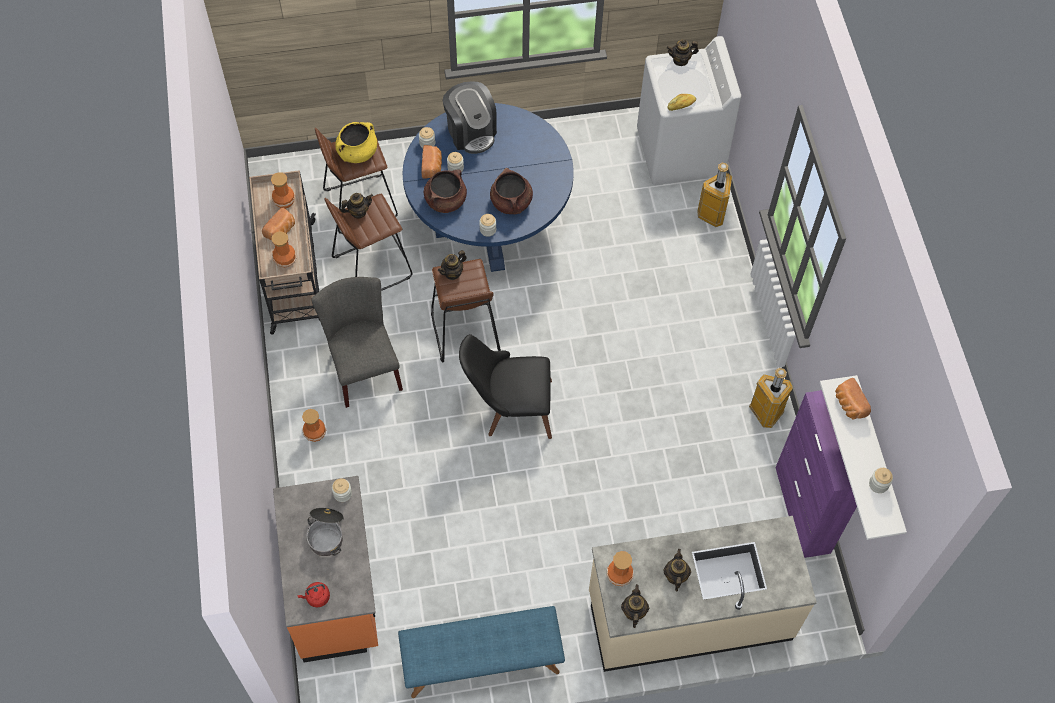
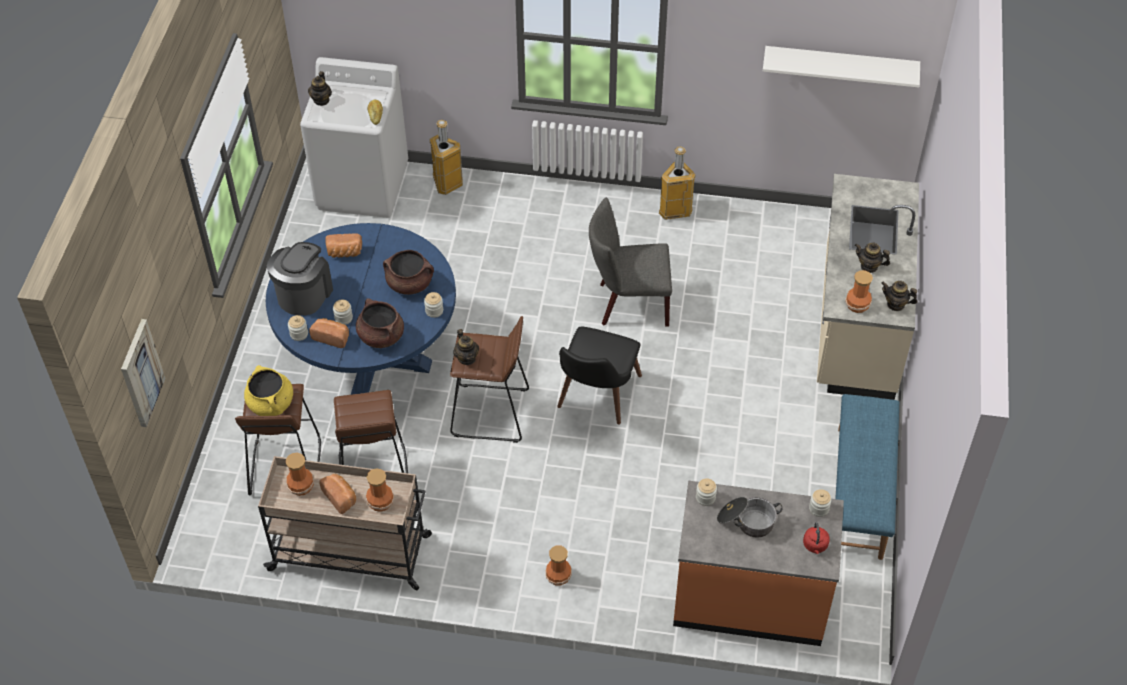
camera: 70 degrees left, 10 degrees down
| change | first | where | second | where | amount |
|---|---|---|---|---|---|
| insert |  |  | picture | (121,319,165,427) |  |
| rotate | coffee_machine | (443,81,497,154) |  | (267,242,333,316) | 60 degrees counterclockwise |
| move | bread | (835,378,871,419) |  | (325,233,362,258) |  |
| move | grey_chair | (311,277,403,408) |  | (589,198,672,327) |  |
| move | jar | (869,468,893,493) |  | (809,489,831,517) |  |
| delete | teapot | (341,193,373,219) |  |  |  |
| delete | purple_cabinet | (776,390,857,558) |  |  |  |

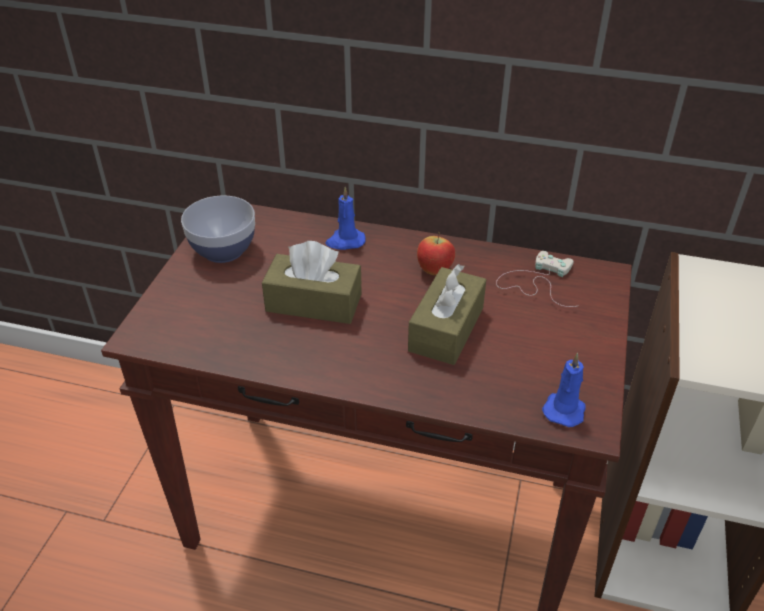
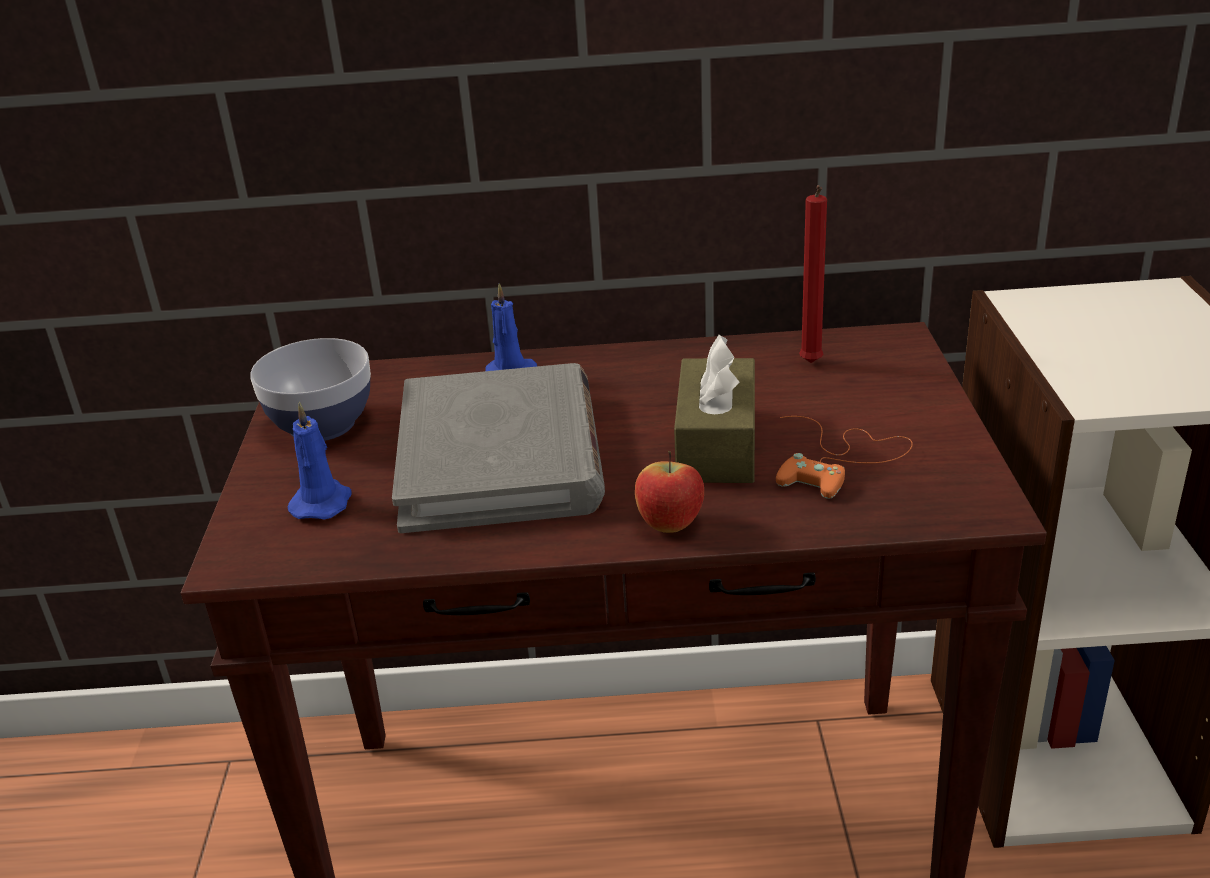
camera: 15 degrees left, 10 degrees down
| change | first | where | second | where | amount |
|---|---|---|---|---|---|
| move | blue_candle | (542,353,586,427) |  | (287,402,352,520) |  |
| replace | brown_tissue_box | (262,241,362,324) | grey_book | (392,363,605,533) |  |
| move | apple | (417,232,455,275) |  | (635,451,704,533) |  |
| insert |  |  | orange_game_controller | (776,416,913,499) |  |
| replace | white_game_controller | (496,251,577,307) | red_candle | (799,185,827,363) |  |

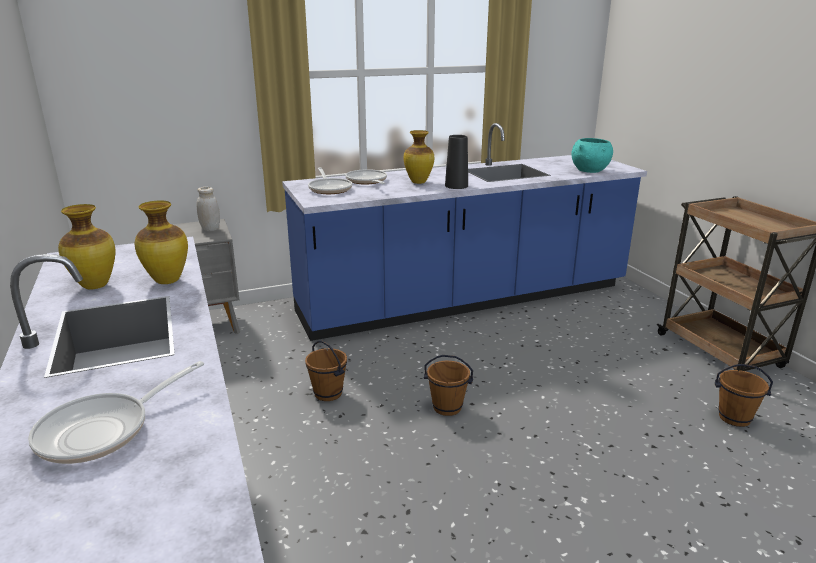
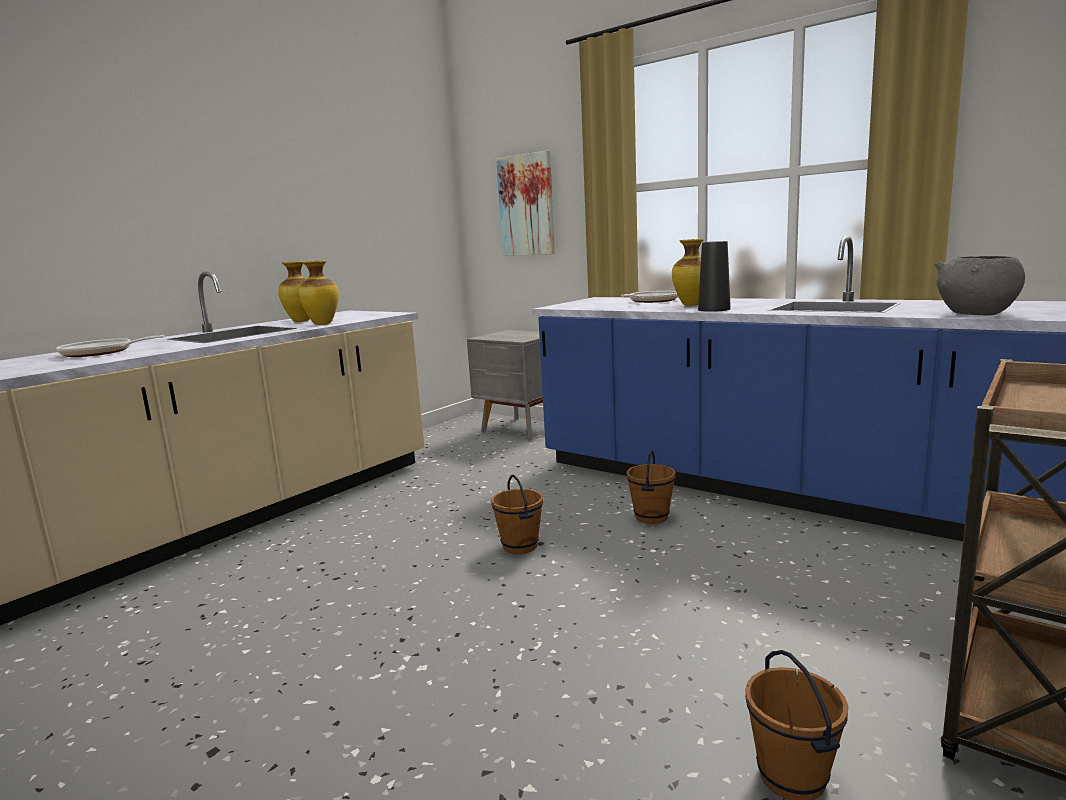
camera: 60 degrees right, 10 degrees down
| change | first | where | second | where | amount |
|---|---|---|---|---|---|
| insert |  |  | picture | (496,151,555,256) |  |
| move | brown_bucket | (305,341,347,401) |  | (626,450,676,524) |  |
| recolor | turquoise_bowl | (571,138,613,173) | grey_bowl | (934,256,1025,315) |  |
| delete | white_jar | (197,187,220,231) |  |  |  |
| delete | frying_pan | (308,167,352,194) |  |  |  |

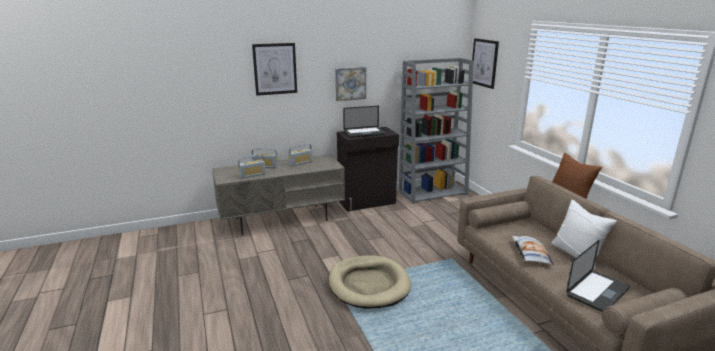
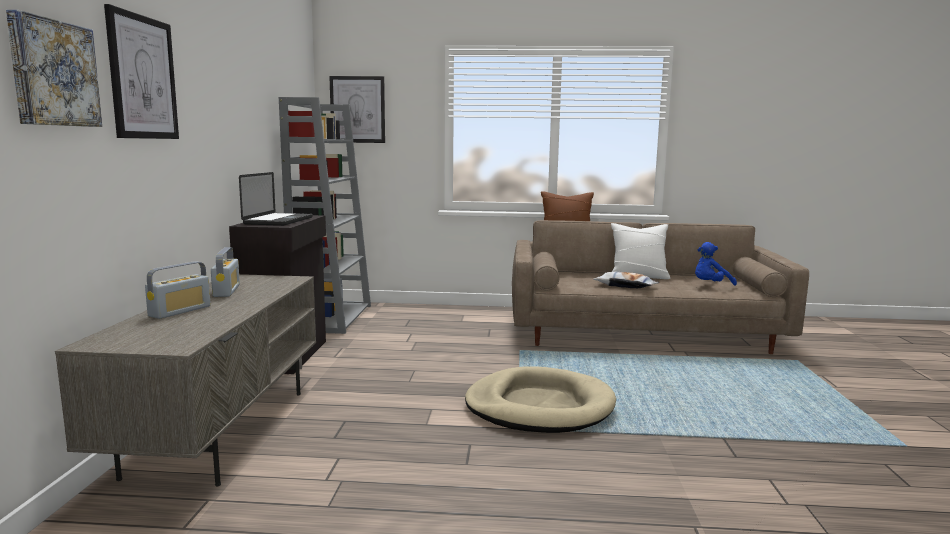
camera: 65 degrees left, 10 degrees down
| change | first | where | second | where | amount |
|---|---|---|---|---|---|
| move | picture | (335,67,366,101) |  | (6,10,102,127) |  |
| replace | laptop | (566,240,630,312) | blue_plush_toy | (695,242,737,286) |  |
| delete | radio | (238,154,266,178) |  |  |  |

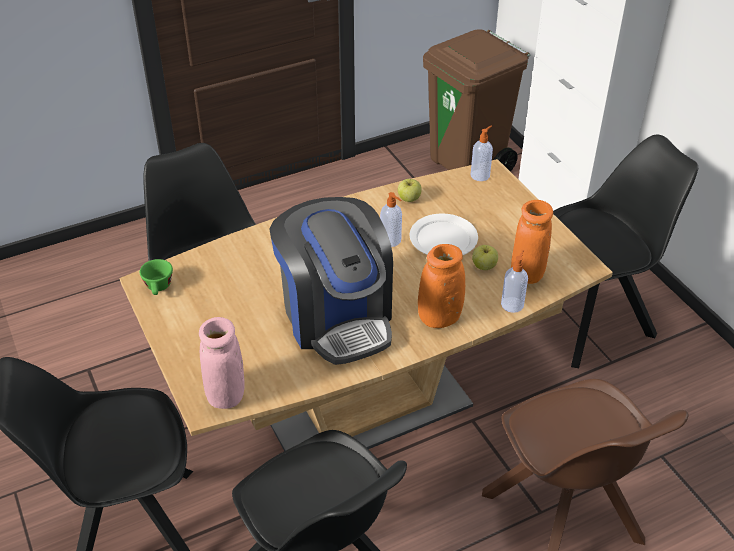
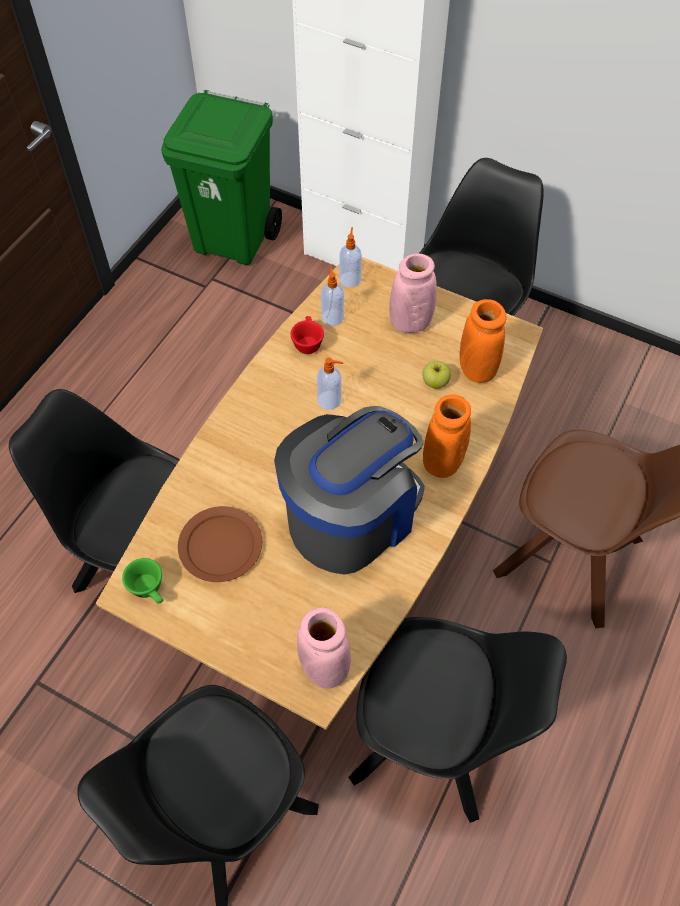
camera: 35 degrees left, 15 degrees up
| change | first | where | second | where | amount |
|---|---|---|---|---|---|
| recolor | brown_trash_can | (423,29,530,171) | green_trash_can | (161,90,282,265) |  |
| insert |  |  | brown_plate | (178,506,262,582) |  |
| rotate | coffee_machine | (270,197,393,365) |  | (274,406,425,575) | 75 degrees counterclockwise |
| replace | apple | (398,179,422,202) | red_cup | (291,316,324,354) |  |
| move | soap_dispenser | (501,250,528,313) |  | (321,265,344,326) |  |
| insert |  |  | pink_vase | (389,253,437,333) |  |
| delete | white_plate | (410,214,478,255) |  |  |  |

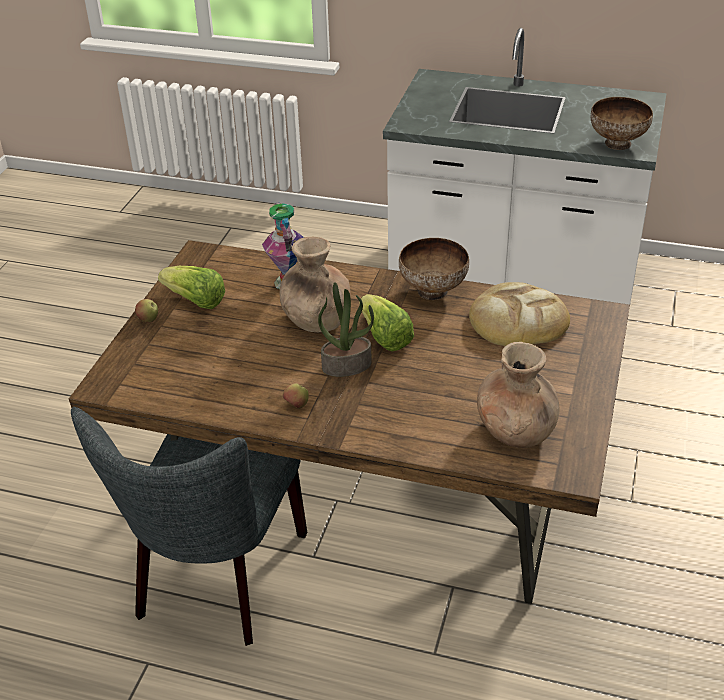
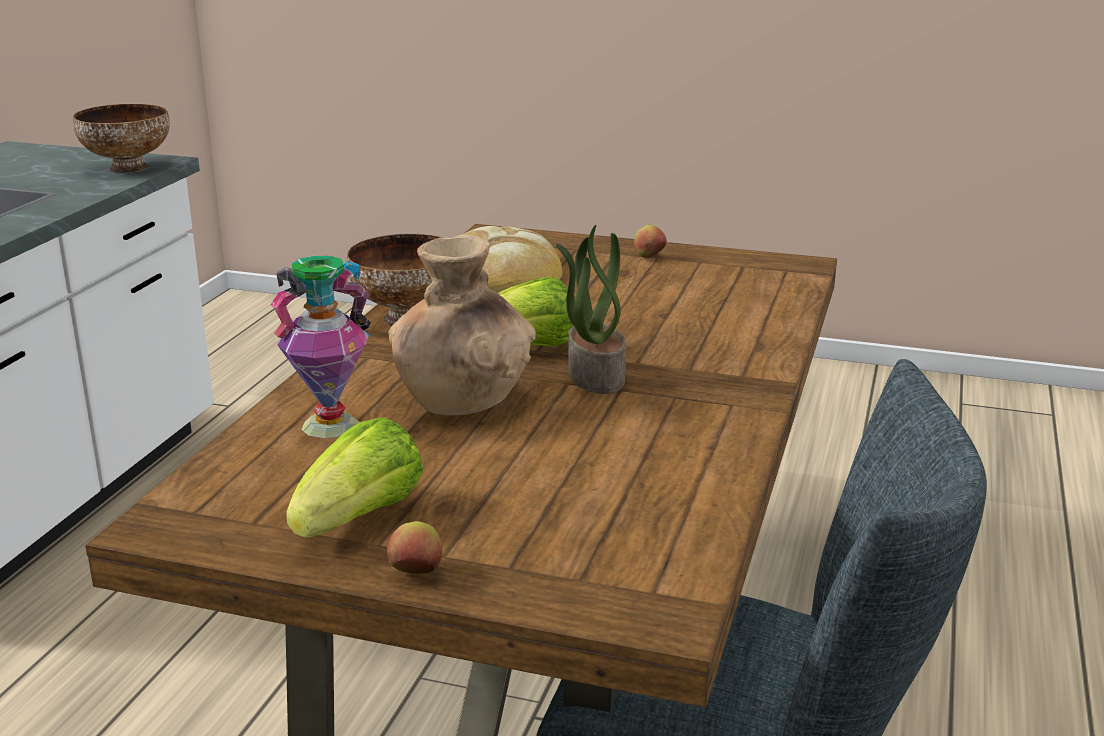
camera: 90 degrees left, 15 degrees down
| change | first | where | second | where | amount |
|---|---|---|---|---|---|
| move | apple | (283,383,309,409) |  | (634,225,667,258) |  |
| delete | brown_vase | (477,342,559,448) |  |  |  |

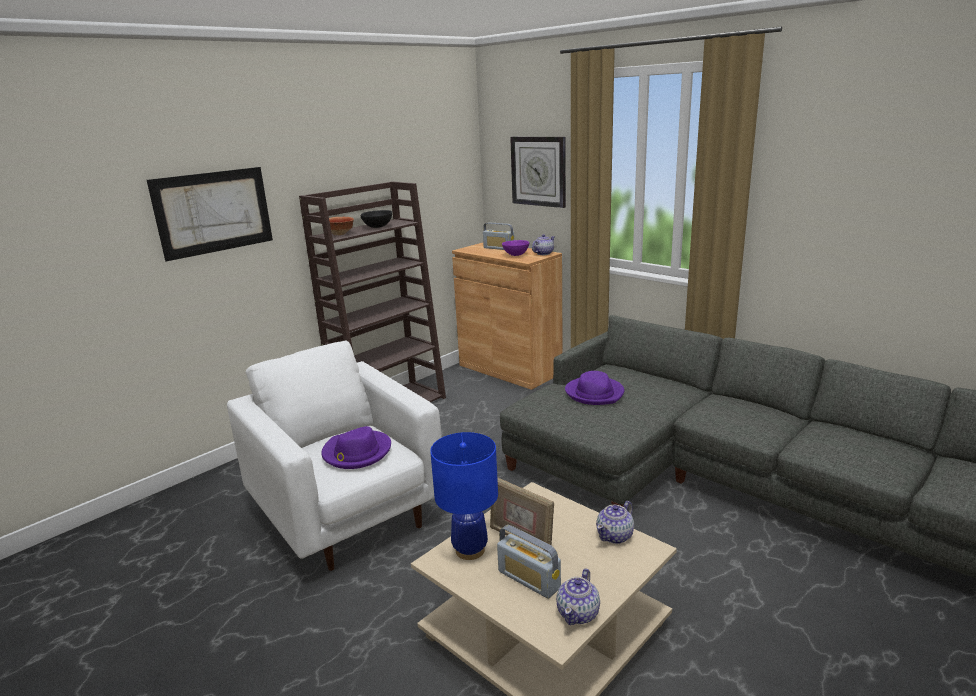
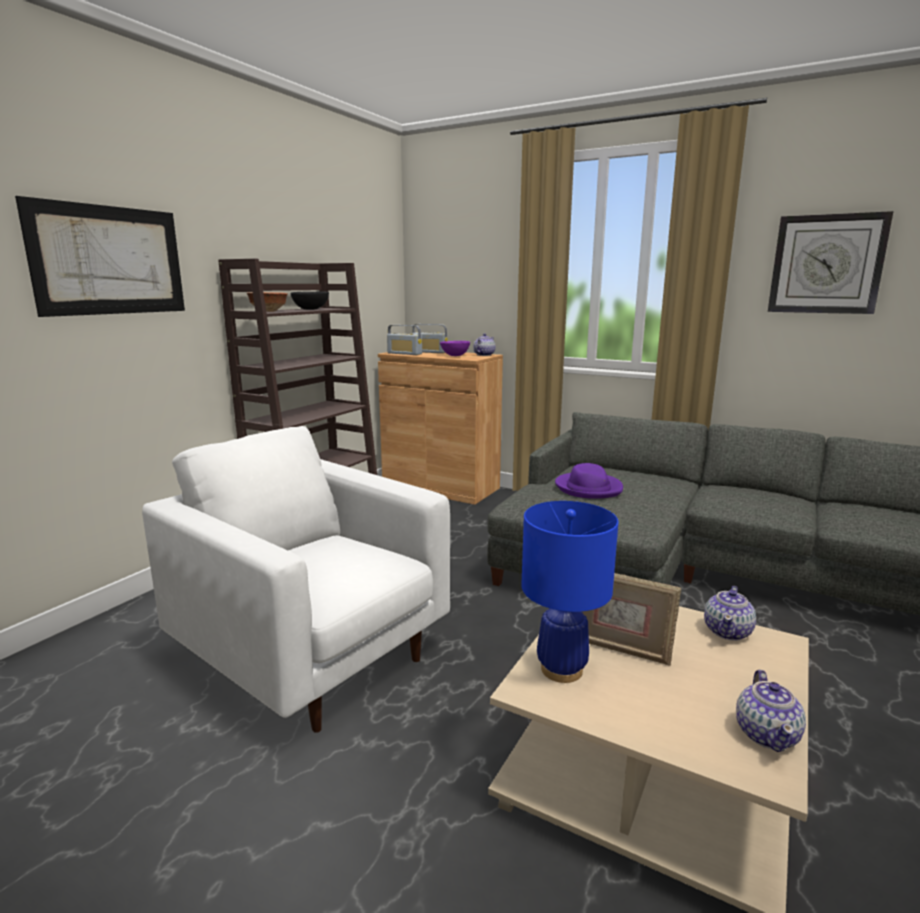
camera: 15 degrees left, 5 degrees down
| change | first | where | second | where | amount |
|---|---|---|---|---|---|
| move | radio | (497,525,561,599) |  | (387,325,422,355) |  |
| move | wall_clock | (510,137,566,208) |  | (768,211,894,314) |  |
| delete | purple_hat | (321,426,391,469) |  |  |  |

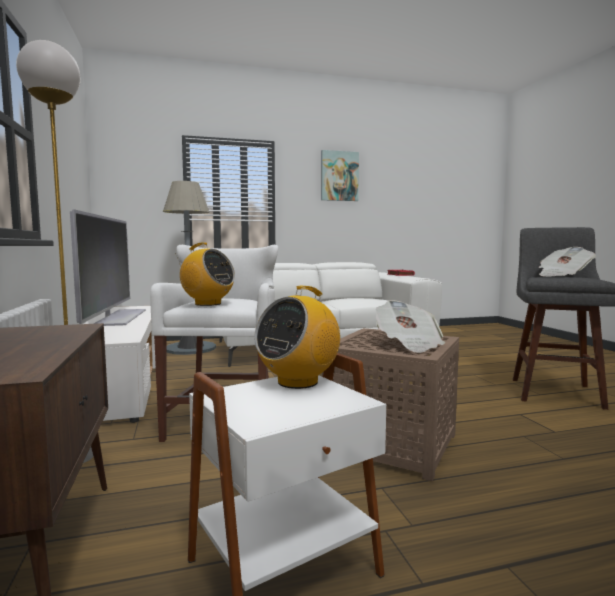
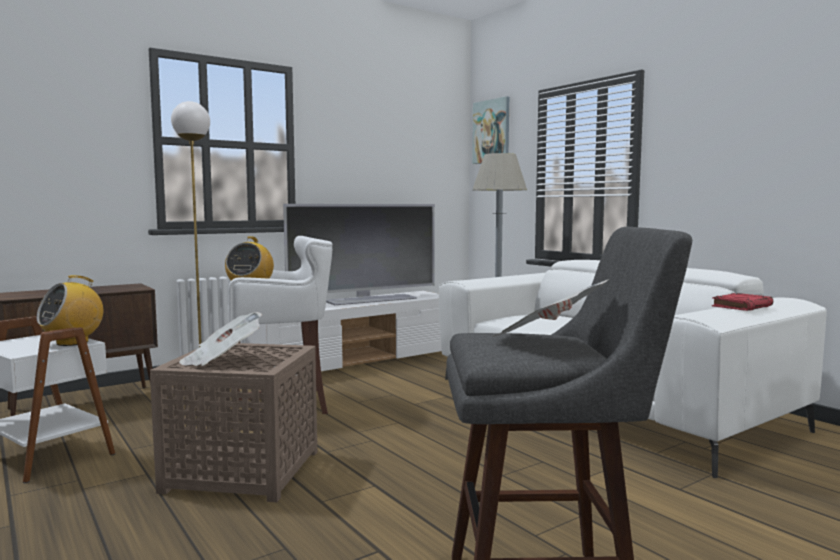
camera: 70 degrees right, 0 degrees up
| change | first | where | second | where | amount |
|---|---|---|---|---|---|
| rotate | radio | (254,286,340,389) |  | (37,275,103,346) | 75 degrees counterclockwise |
| move | picture | (321,150,359,201) |  | (472,96,509,164) |  |

